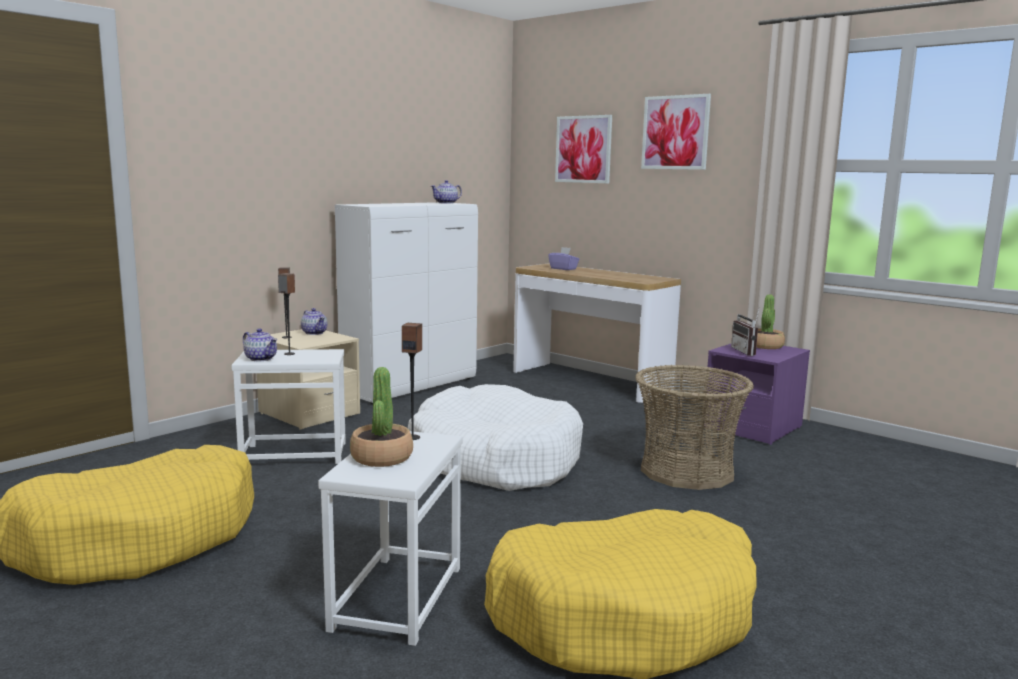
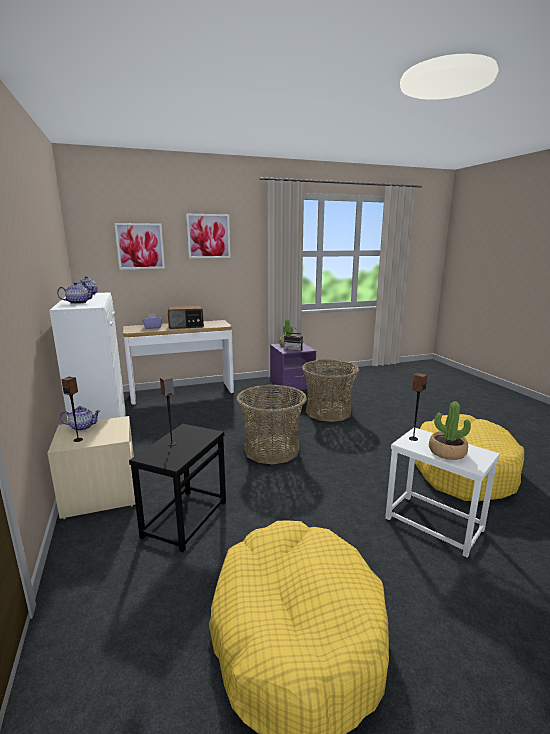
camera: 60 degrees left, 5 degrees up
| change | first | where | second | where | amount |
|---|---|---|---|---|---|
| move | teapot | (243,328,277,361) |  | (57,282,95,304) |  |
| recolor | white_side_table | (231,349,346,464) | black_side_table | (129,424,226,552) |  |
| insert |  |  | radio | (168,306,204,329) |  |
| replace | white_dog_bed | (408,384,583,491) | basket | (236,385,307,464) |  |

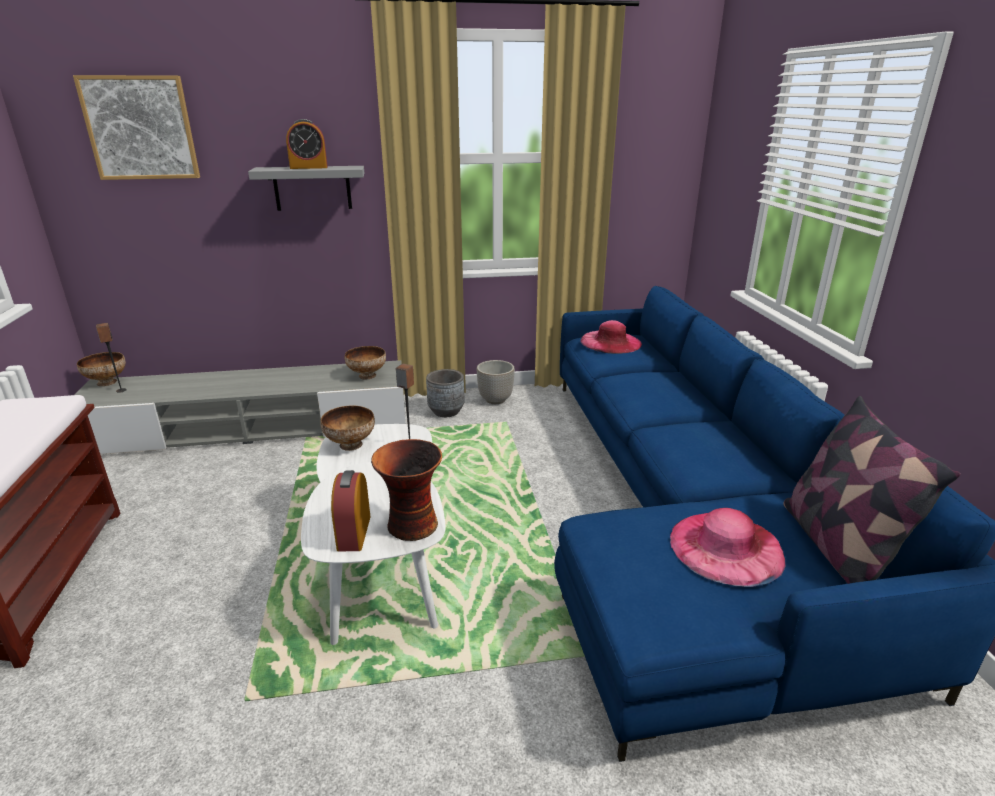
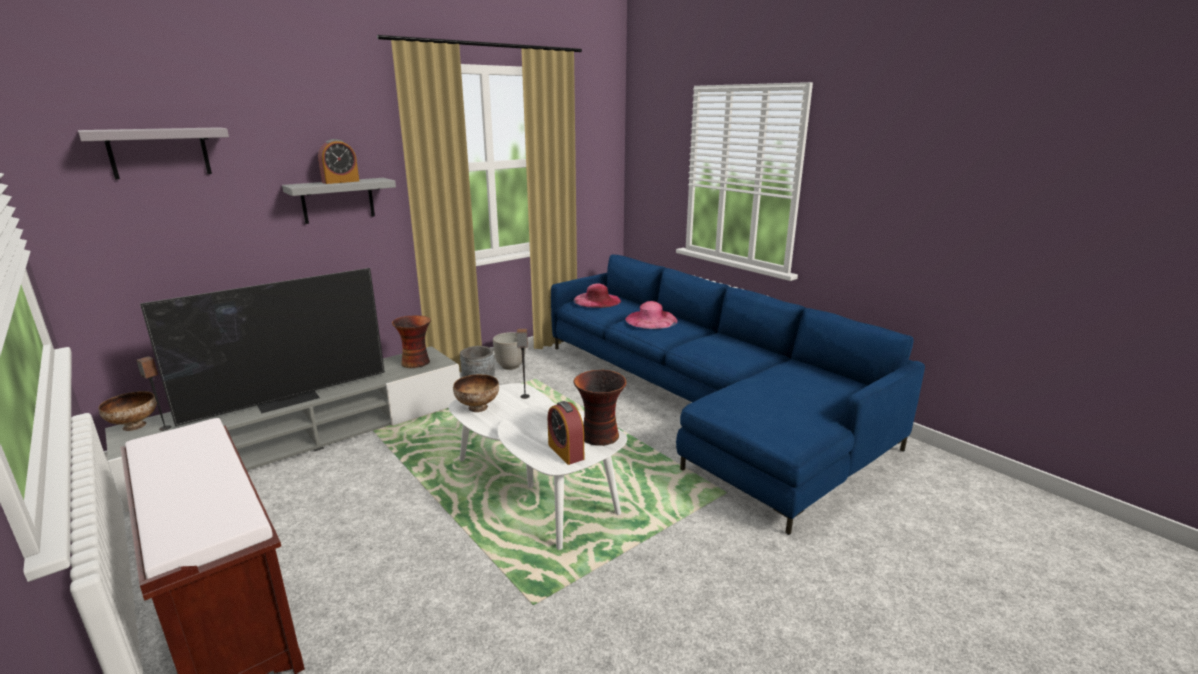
camera: 30 degrees left, 5 degrees down
| change | first | where | second | where | amount |
|---|---|---|---|---|---|
| replace | picture | (73,75,200,180) | grey_shelf | (78,127,229,180) |  |
| insert |  |  | television | (140,268,385,426) |  |
| replace | bowl | (345,346,386,379) | vase | (392,315,431,368) |  |
| move | pink_hat | (670,508,786,587) |  | (625,301,678,329) |  |
| delete | pillow | (783,396,961,584) |  |  |  |

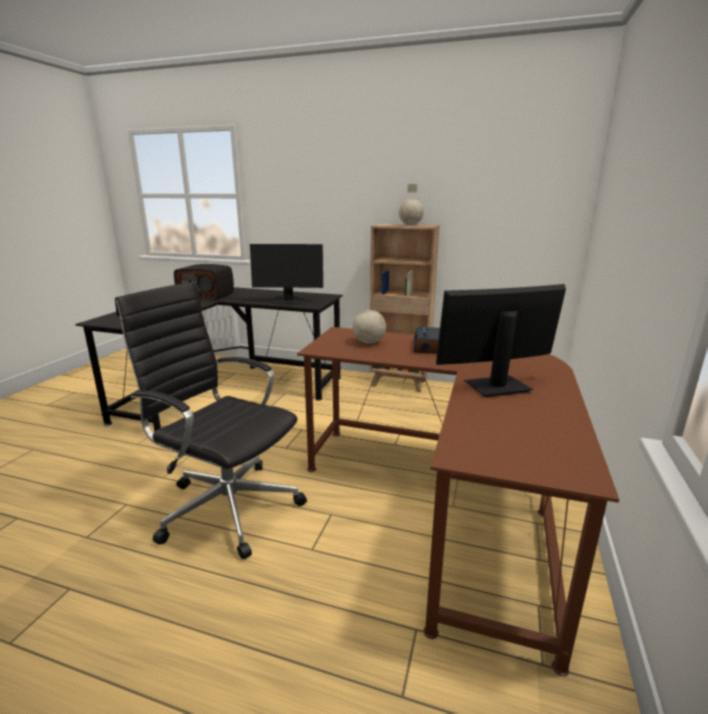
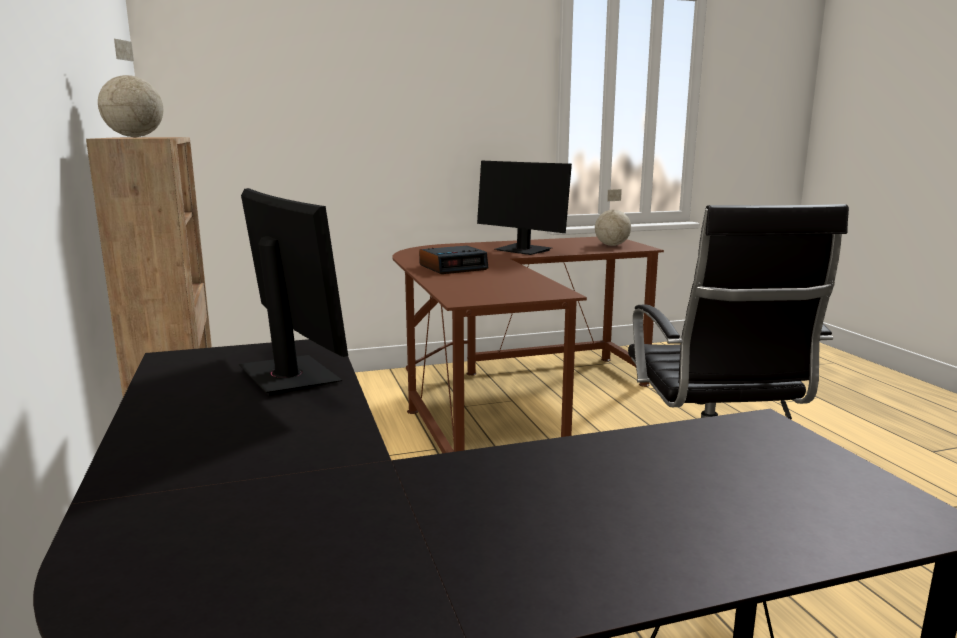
camera: 125 degrees left, 5 degrees down
| change | first | where | second | where | amount |
|---|---|---|---|---|---|
| move | globe | (353,291,386,343) |  | (595,189,631,246) |  |
| delete | radio | (174,264,234,301) |  |  |  |

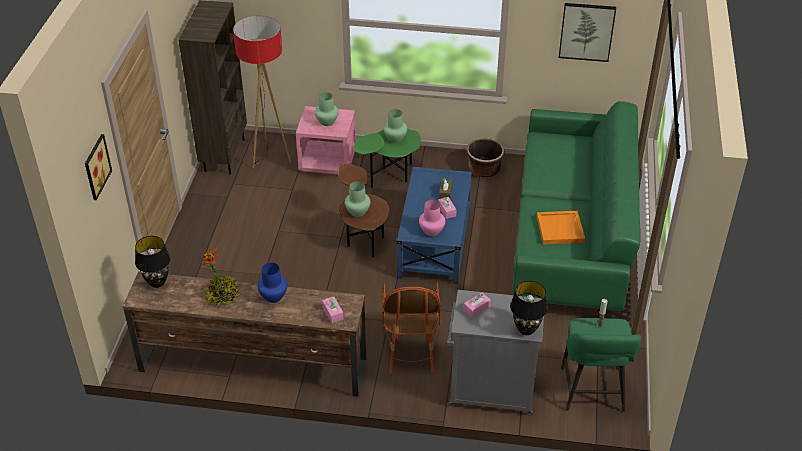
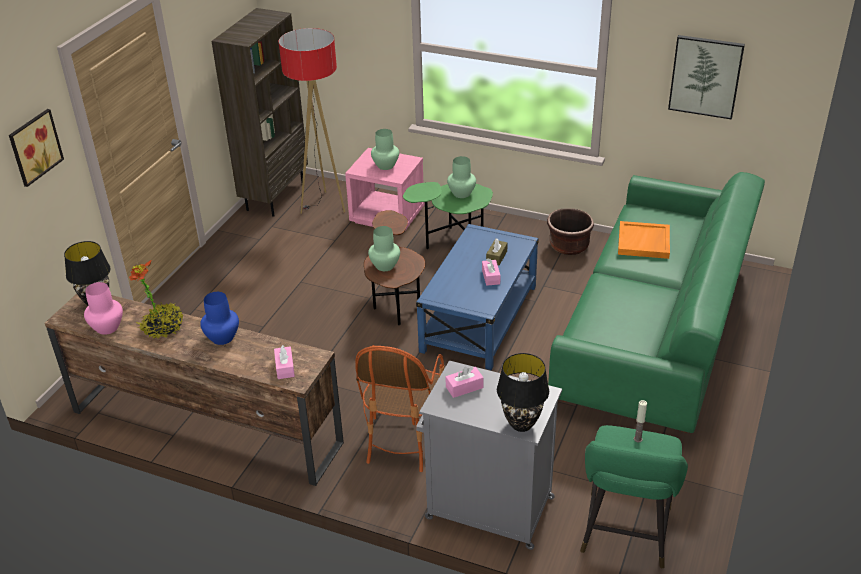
camera: 15 degrees right, 5 degrees down
| change | first | where | second | where | amount |
|---|---|---|---|---|---|
| move | pink_vase | (419,200,445,236) |  | (84,282,123,335) |  |
| move | orange_tray | (537,211,585,245) |  | (618,221,670,259) |  |

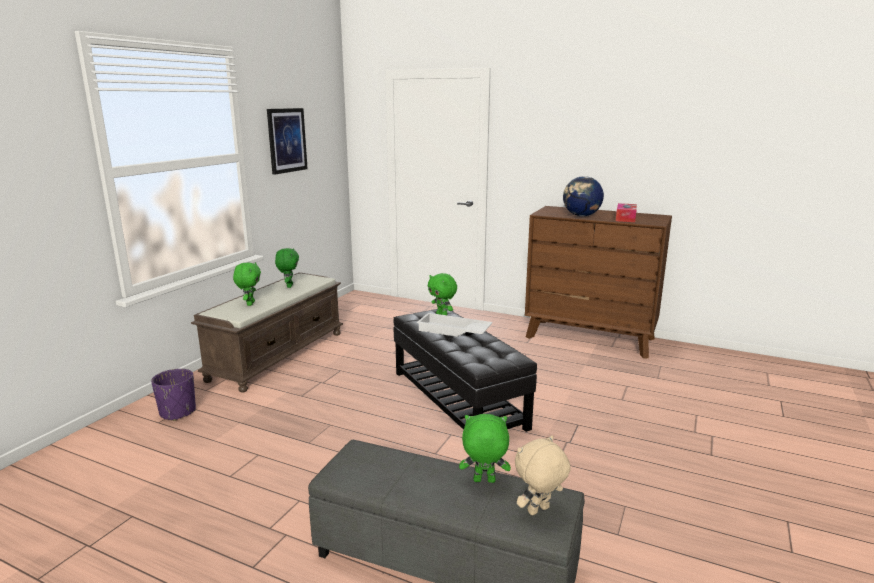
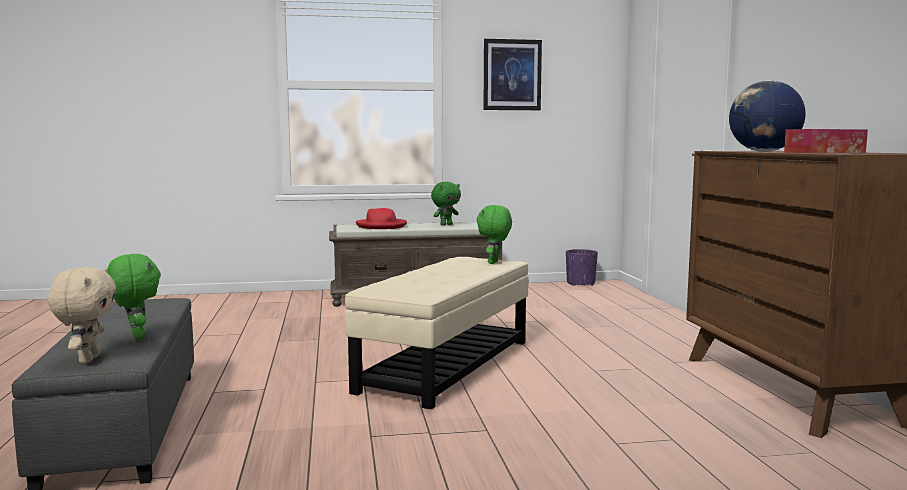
camera: 55 degrees right, 10 degrees down
| change | first | where | second | where | amount |
|---|---|---|---|---|---|
| rotate | beige_plush_toy | (515,435,570,515) |  | (48,267,116,363) | 60 degrees clockwise |
| recolor | black_ottoman | (393,309,537,432) | beige_ottoman | (345,257,529,410) |  |
| replace | green_plush_toy | (233,262,261,306) | red_hat | (355,208,407,229) |  |
| move | purple_planter | (151,369,196,421) |  | (566,249,598,286) |  |
| delete | white_tray | (417,313,493,337) |  |  |  |

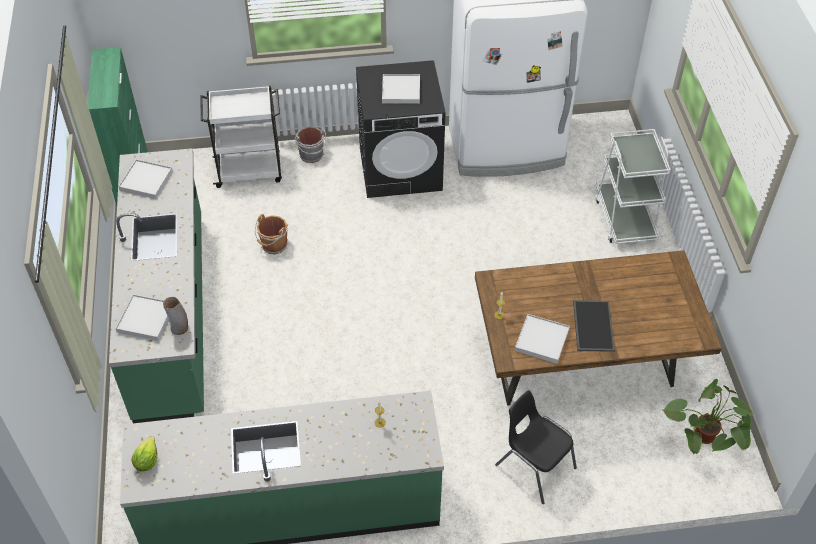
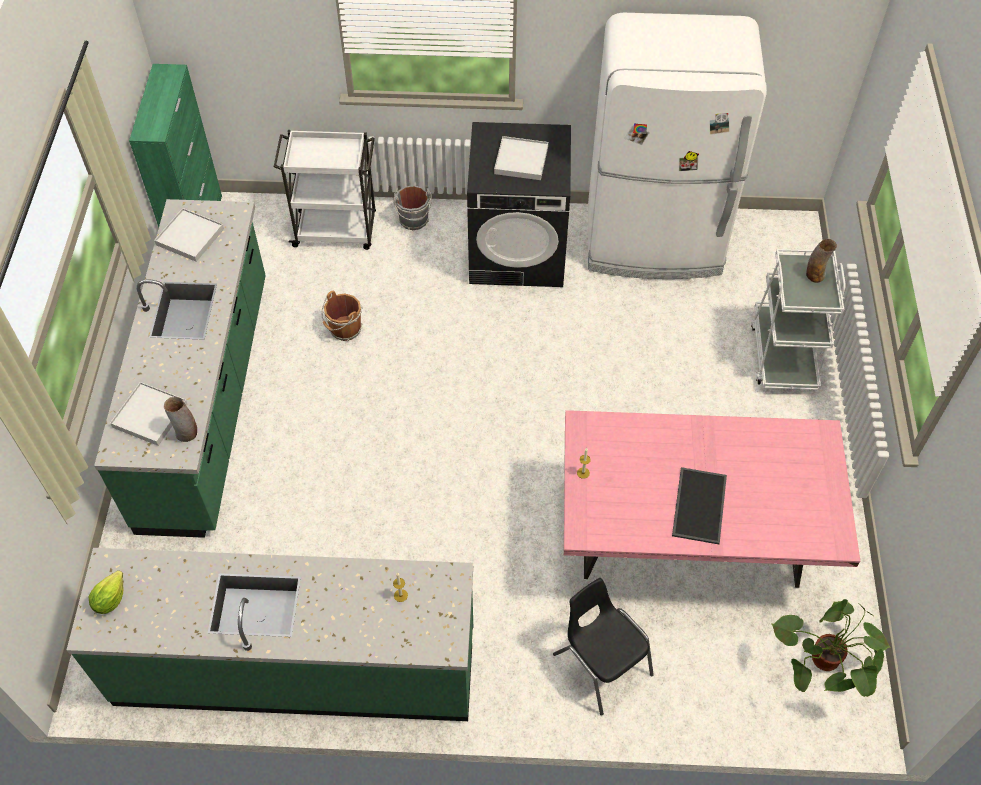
camera: 10 degrees right, 5 degrees up
| change | first | where | second | where | amount |
|---|---|---|---|---|---|
| recolor | brown_dining_table | (475,250,722,405) | pink_dining_table | (564,410,860,588) |  |
| insert |  |  | vase | (806,239,837,283) |  |
| delete | white_tray | (515,314,570,364) |  |  |  |

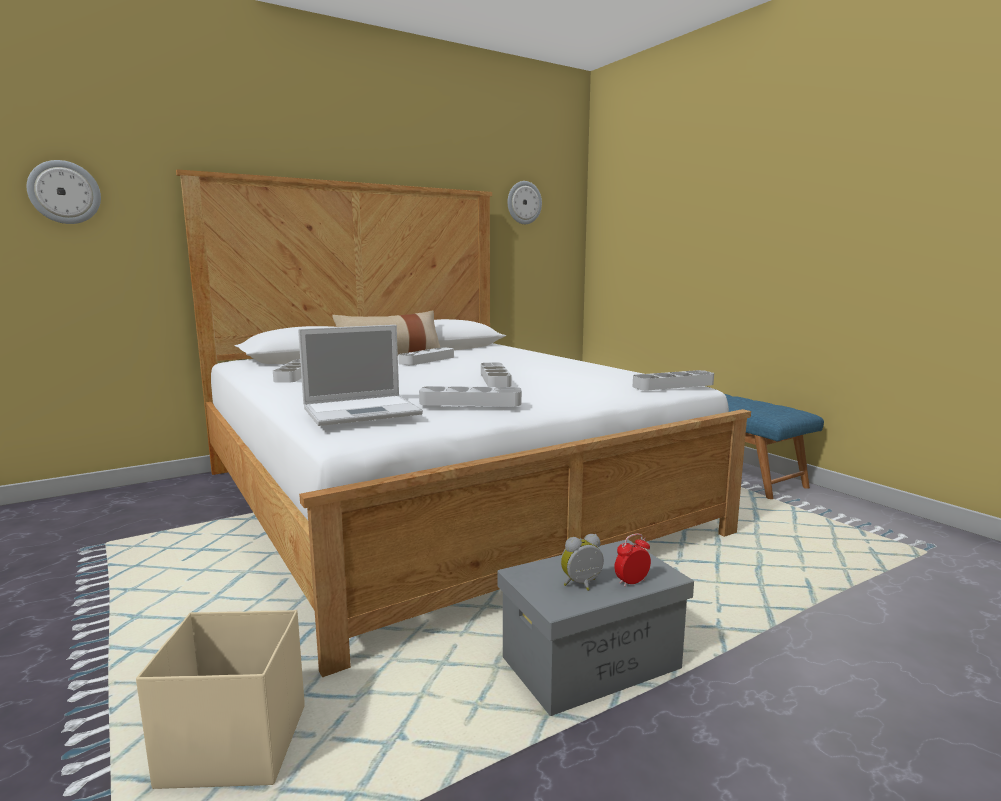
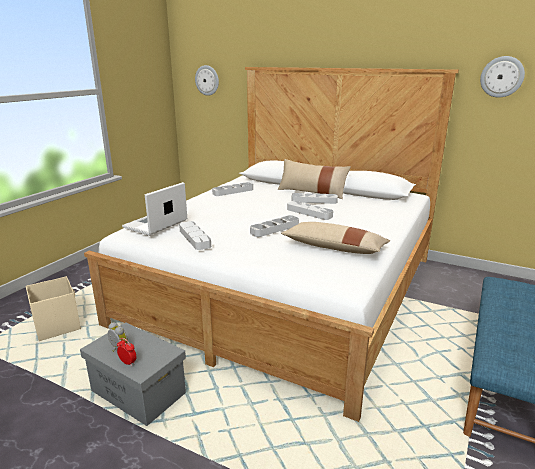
camera: 60 degrees right, 10 degrees up
| change | first | where | second | where | amount |
|---|---|---|---|---|---|
| rotate | laptop | (298,325,423,426) |  | (122,182,187,236) | 90 degrees clockwise |
| insert |  |  | beige_pillow | (281,222,390,254) |  |
| move | grey_tray | (633,370,714,390) |  | (287,201,333,220) |  |

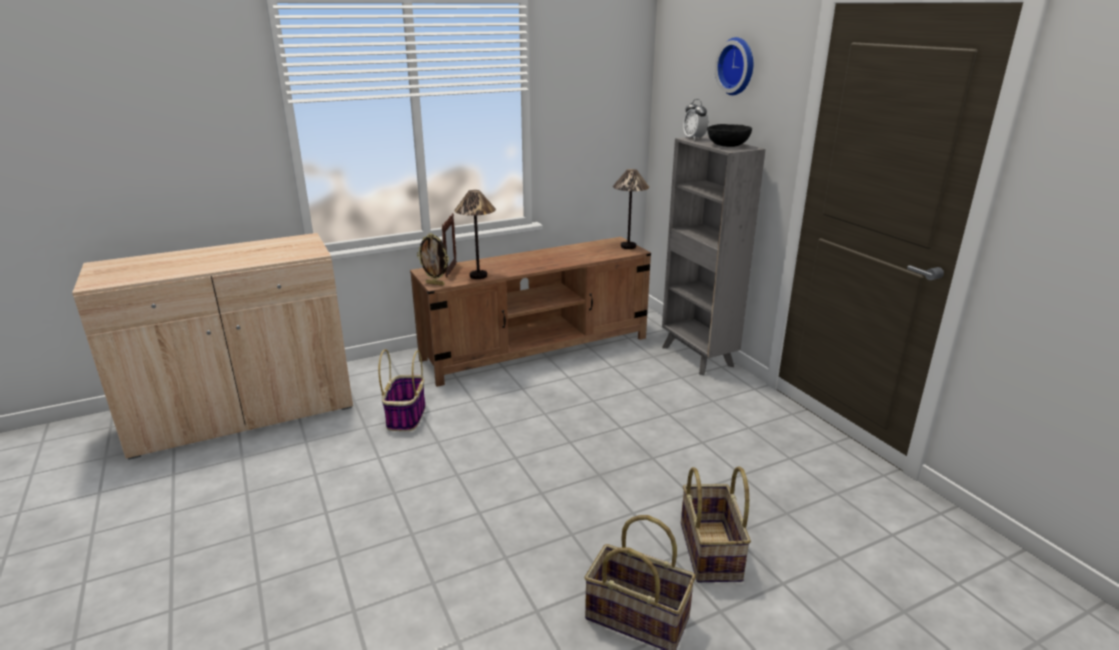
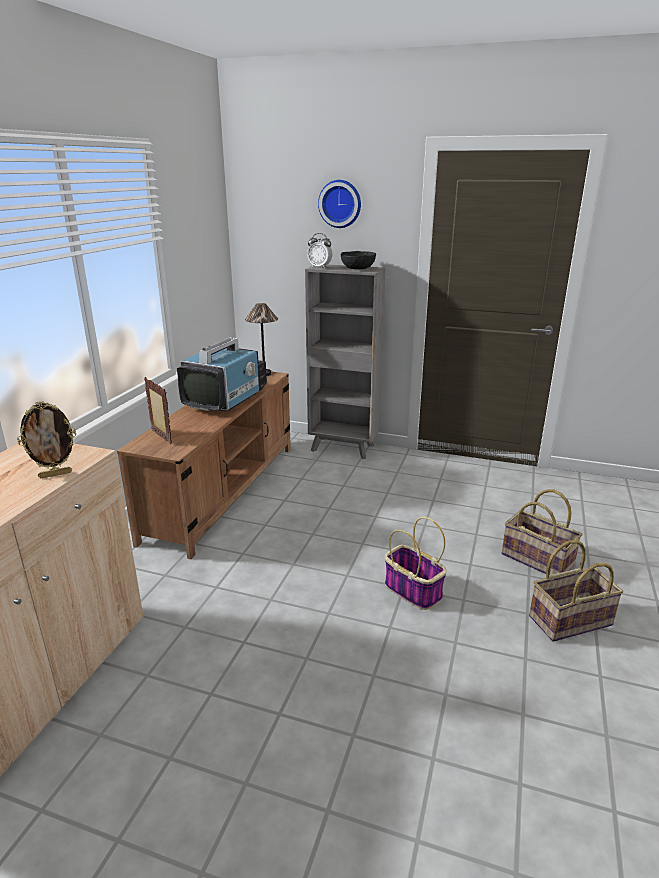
camera: 45 degrees left, 0 degrees up
| change | first | where | second | where | amount |
|---|---|---|---|---|---|
| move | picture_frame | (417,233,449,286) |  | (17,401,76,478) |  |
| insert |  |  | television | (177,337,267,412) |  |
| move | basket | (378,349,426,431) |  | (385,517,447,610) |  |
| delete | table_lamp | (454,190,496,279) |  |  |  |

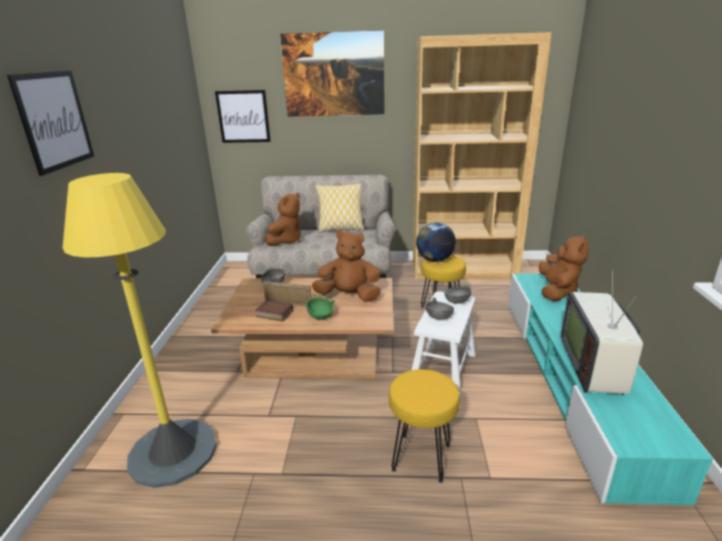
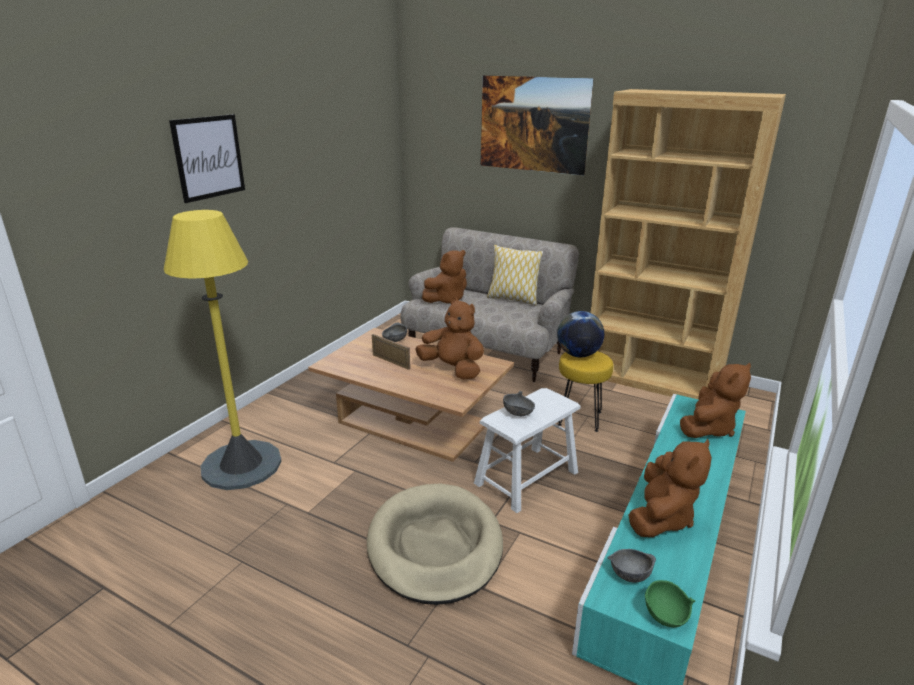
camera: 25 degrees right, 0 degrees up
| change | first | where | second | where | amount |
|---|---|---|---|---|---|
| replace | yellow_stool | (389,369,460,483) | beige_dog_bed | (367,483,503,605) |  |
| move | grey_bowl | (444,285,471,304) |  | (608,549,656,583) |  |
| replace | television | (561,270,643,395) | brown_plush_toy | (629,439,712,537) |  |
| move | green_bowl | (306,297,335,320) |  | (645,580,695,627) |  |
| delete | picture | (215,90,271,143) |  |  |  |
| delete | book | (255,300,293,321) |  |  |  |

